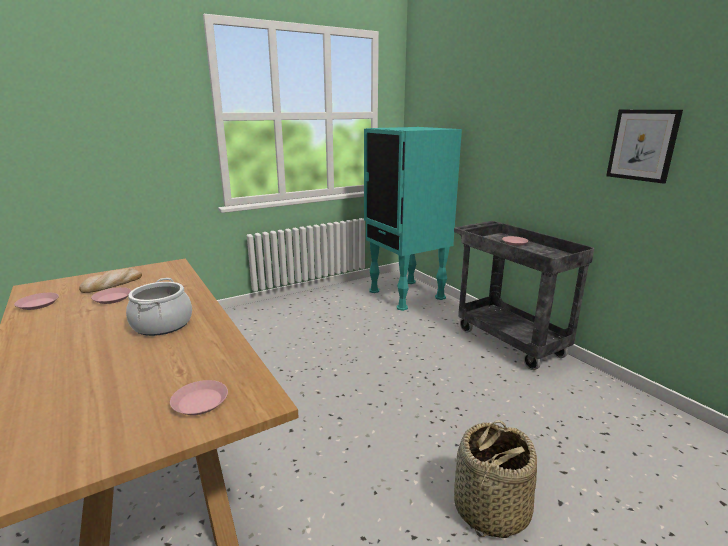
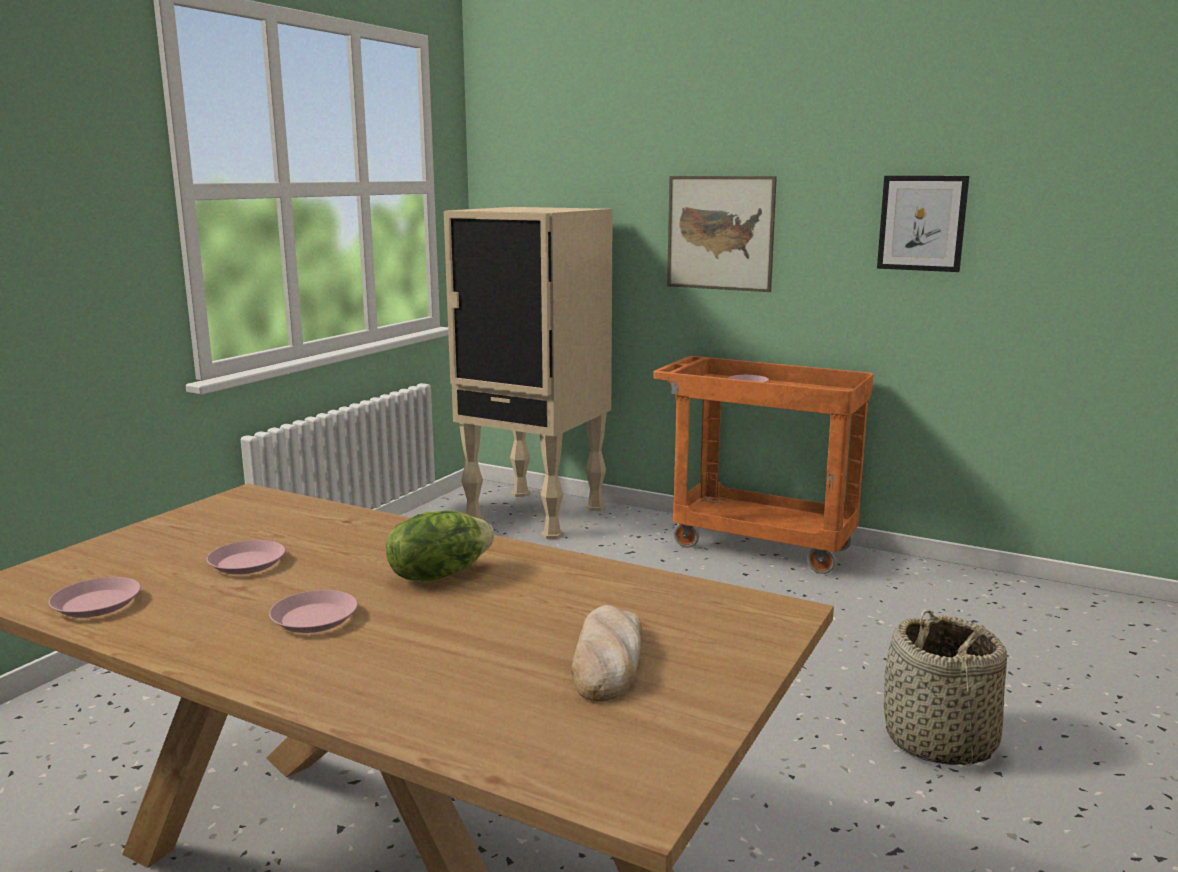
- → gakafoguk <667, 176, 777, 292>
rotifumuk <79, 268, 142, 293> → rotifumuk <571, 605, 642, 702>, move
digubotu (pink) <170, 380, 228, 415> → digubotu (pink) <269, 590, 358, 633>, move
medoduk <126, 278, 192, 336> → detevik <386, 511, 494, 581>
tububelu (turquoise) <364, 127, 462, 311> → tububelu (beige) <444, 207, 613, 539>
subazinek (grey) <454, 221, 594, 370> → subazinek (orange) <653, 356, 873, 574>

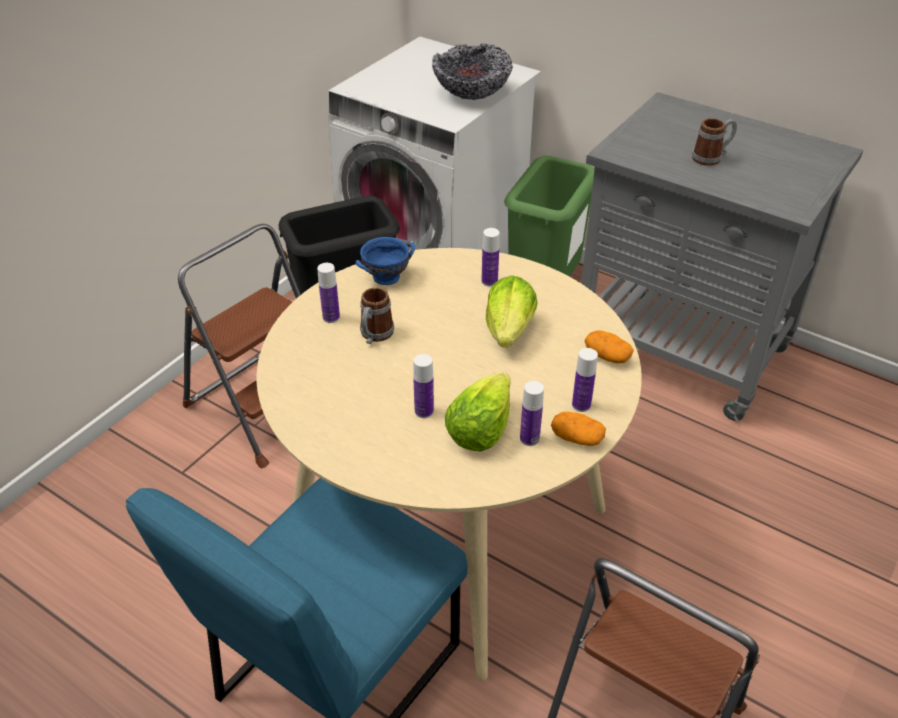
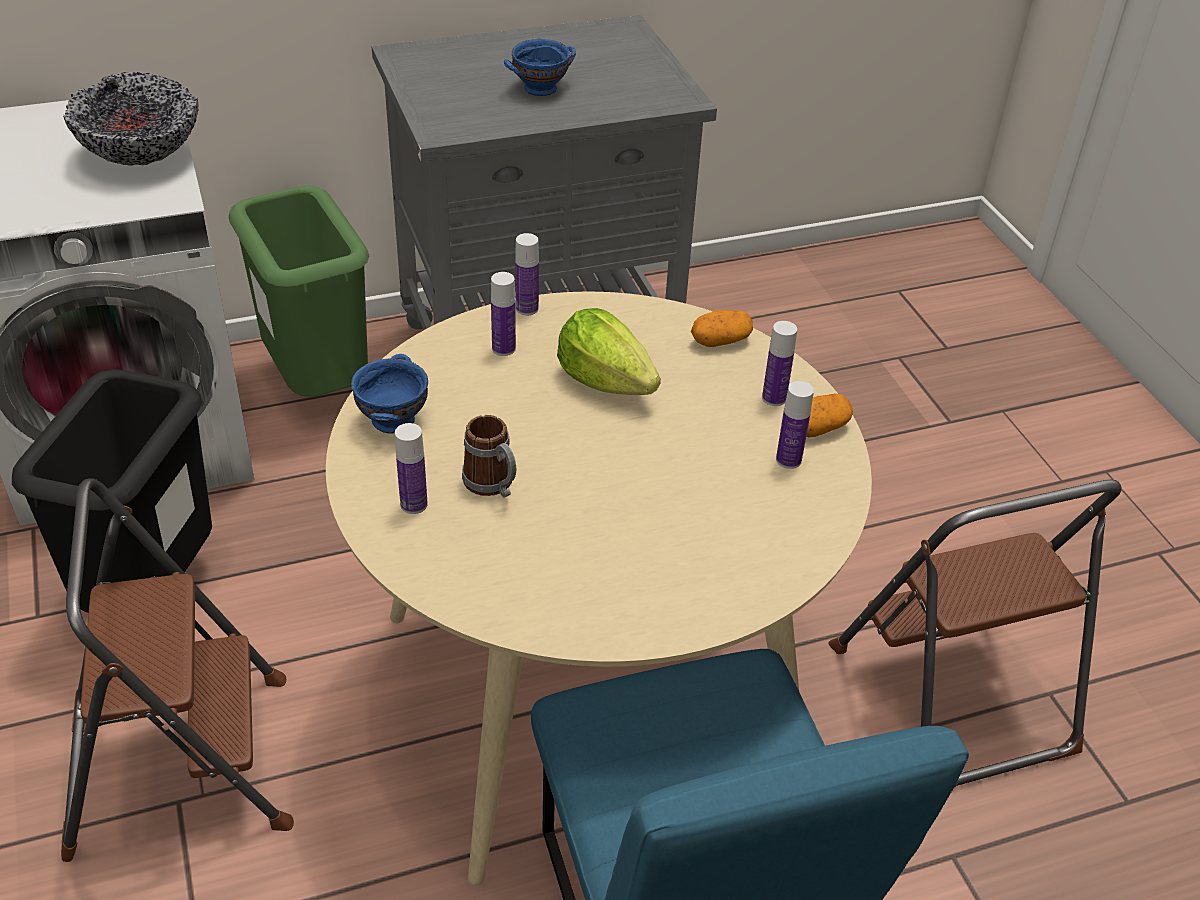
detevik <445, 372, 511, 451> → -
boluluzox <413, 354, 434, 418> → boluluzox <515, 233, 539, 316>, move
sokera <692, 118, 737, 166> → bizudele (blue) <504, 39, 576, 96>

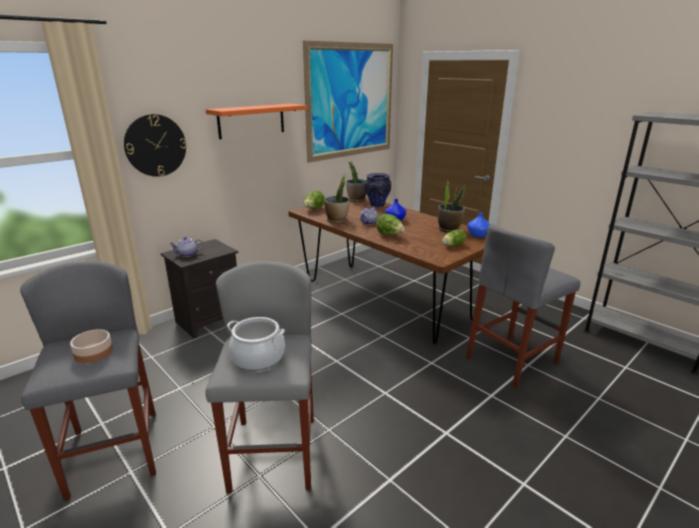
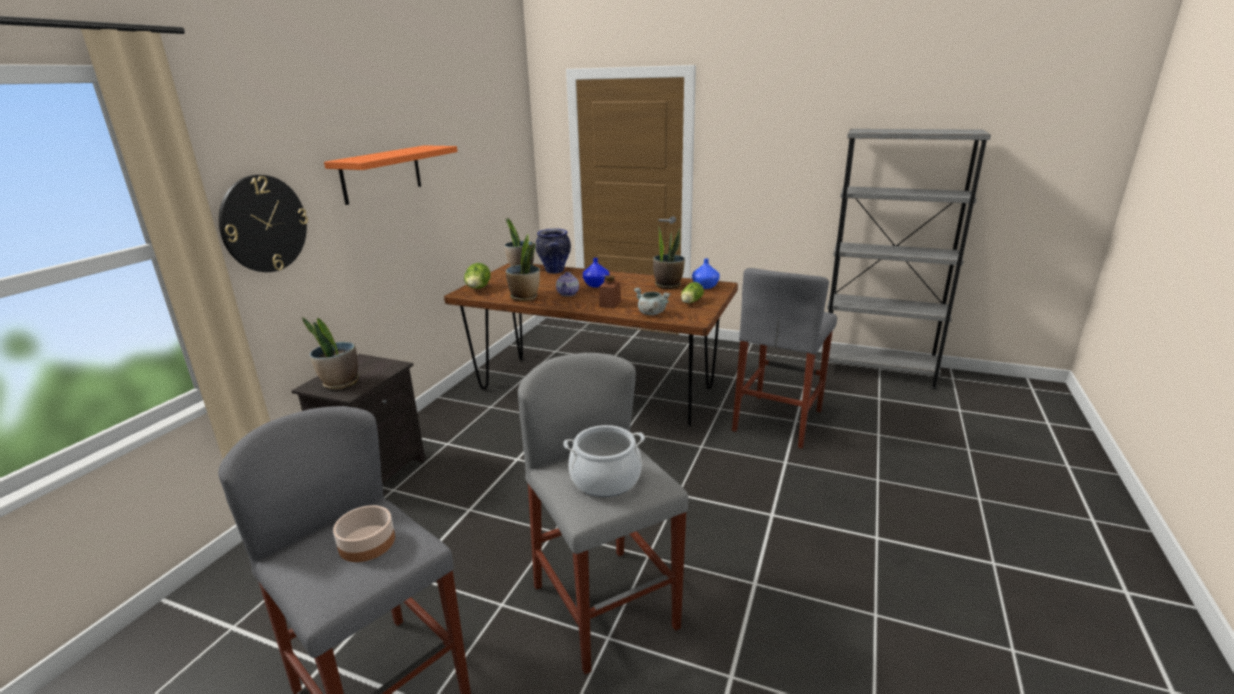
gakafoguk <303, 40, 393, 163> → -
- → medoduk (grey) <634, 288, 670, 315>
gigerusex <169, 237, 203, 257> → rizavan <302, 317, 359, 389>
detevik <376, 214, 405, 236> → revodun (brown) <599, 275, 621, 309>

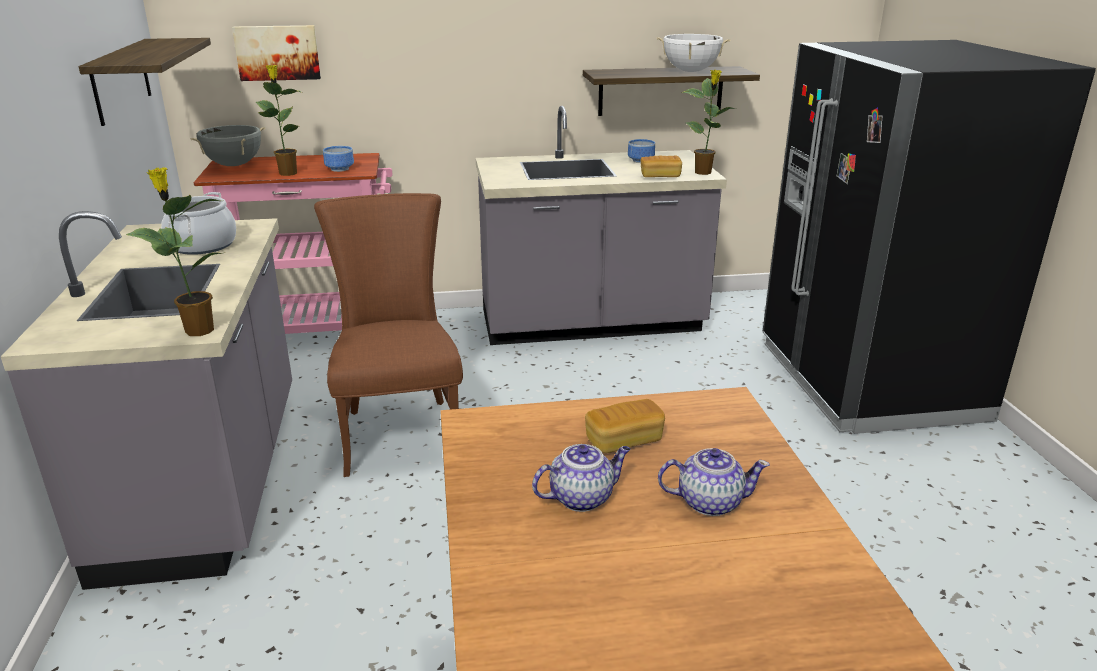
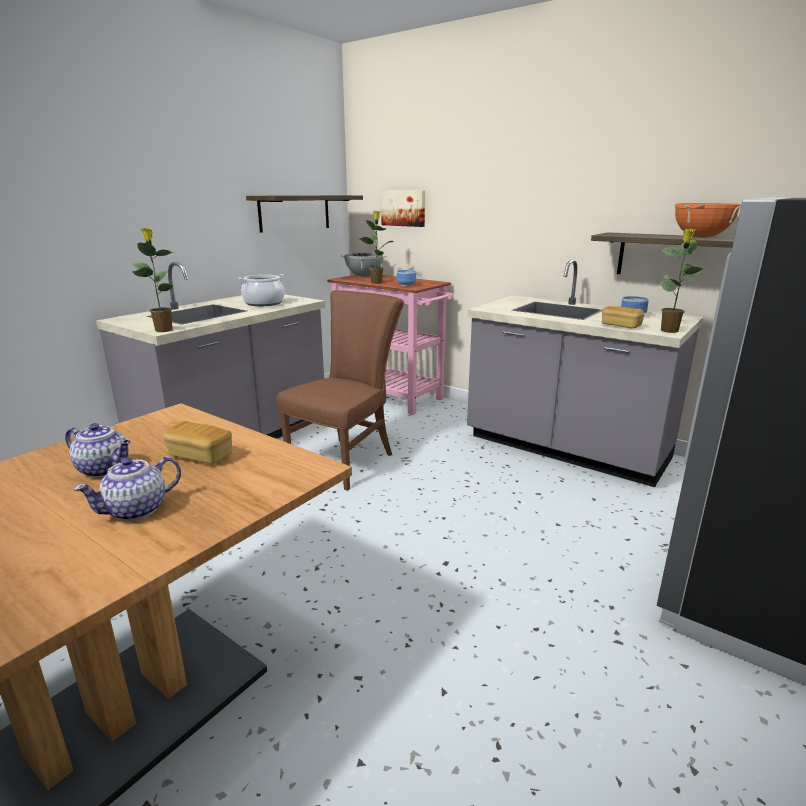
medoduk (white) <657, 34, 730, 72> → medoduk (orange) <674, 203, 741, 238>
gigerusex <658, 448, 770, 516> → gigerusex <73, 457, 181, 521>, 90 degrees clockwise

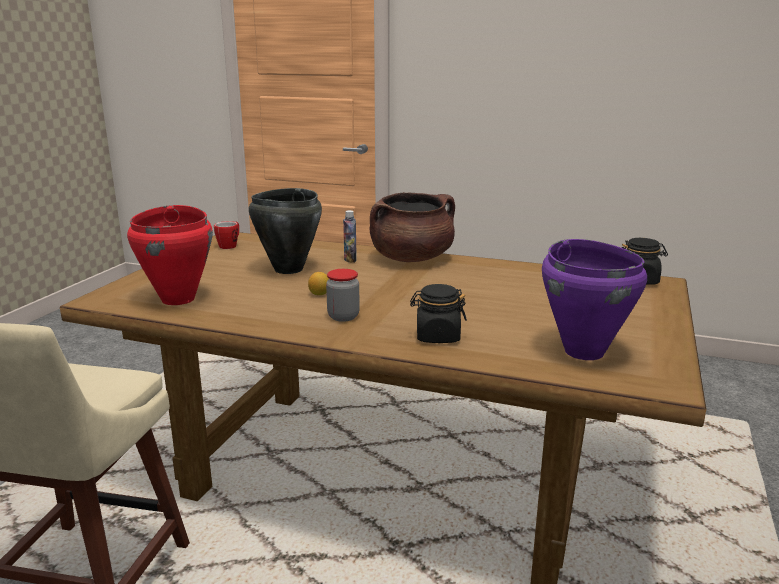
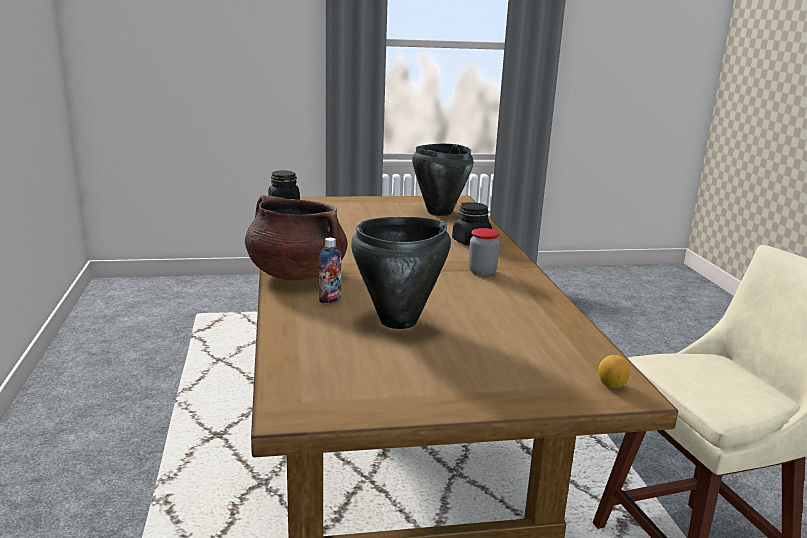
medoduk (red) <127, 205, 213, 305> → -
sokera <214, 221, 239, 249> → -
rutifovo <308, 272, 329, 295> → rutifovo <598, 355, 630, 388>, move
medoduk (purple) <542, 239, 647, 360> → medoduk (black) <412, 144, 473, 216>

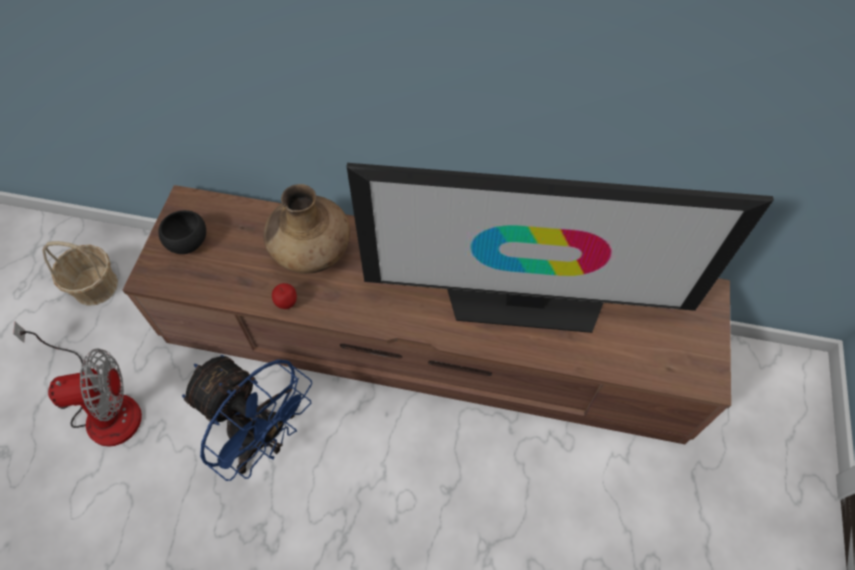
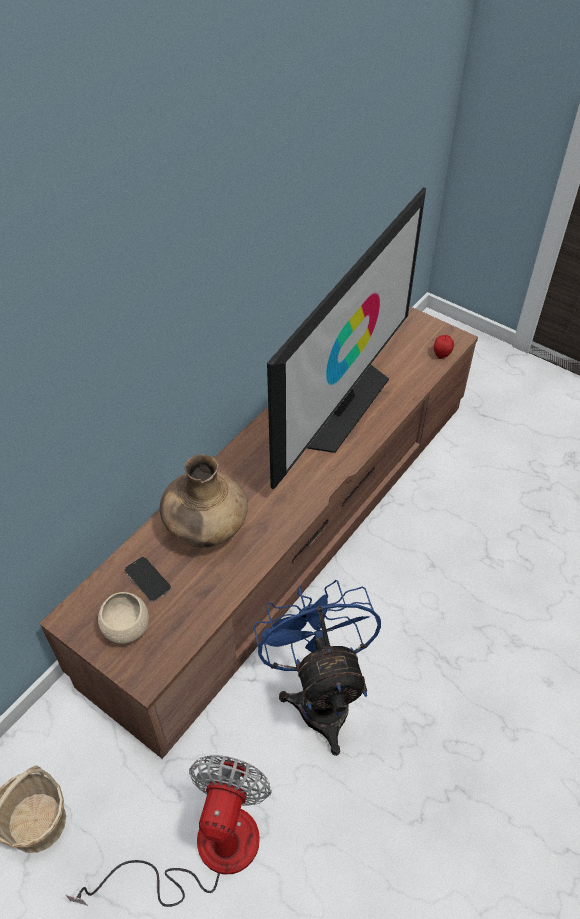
- → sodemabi <125, 557, 171, 602>
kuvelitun <272, 283, 297, 309> → kuvelitun <434, 335, 454, 359>, move
bizudele (black) <158, 210, 206, 254> → bizudele (beige) <98, 592, 149, 644>
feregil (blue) <182, 355, 312, 481> → feregil (blue) <253, 580, 381, 756>, 75 degrees counterclockwise

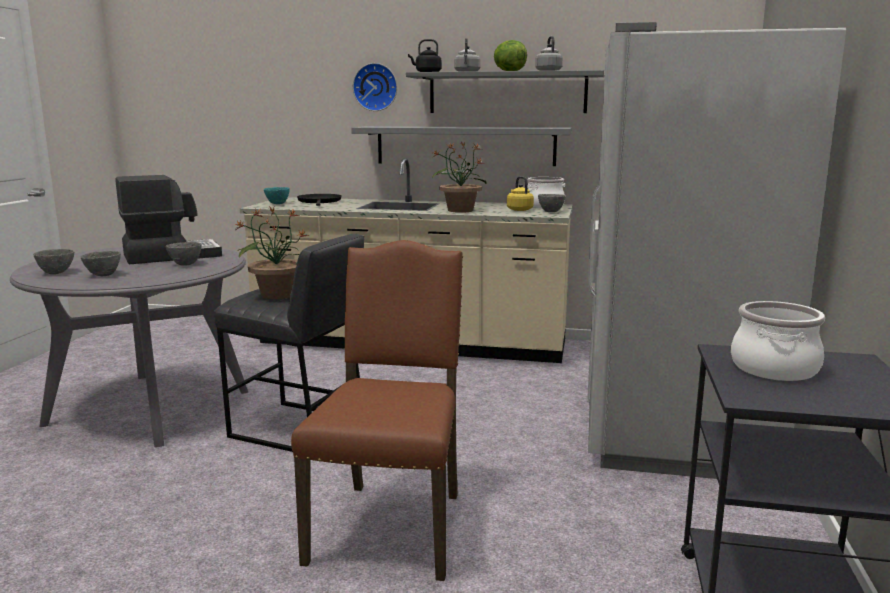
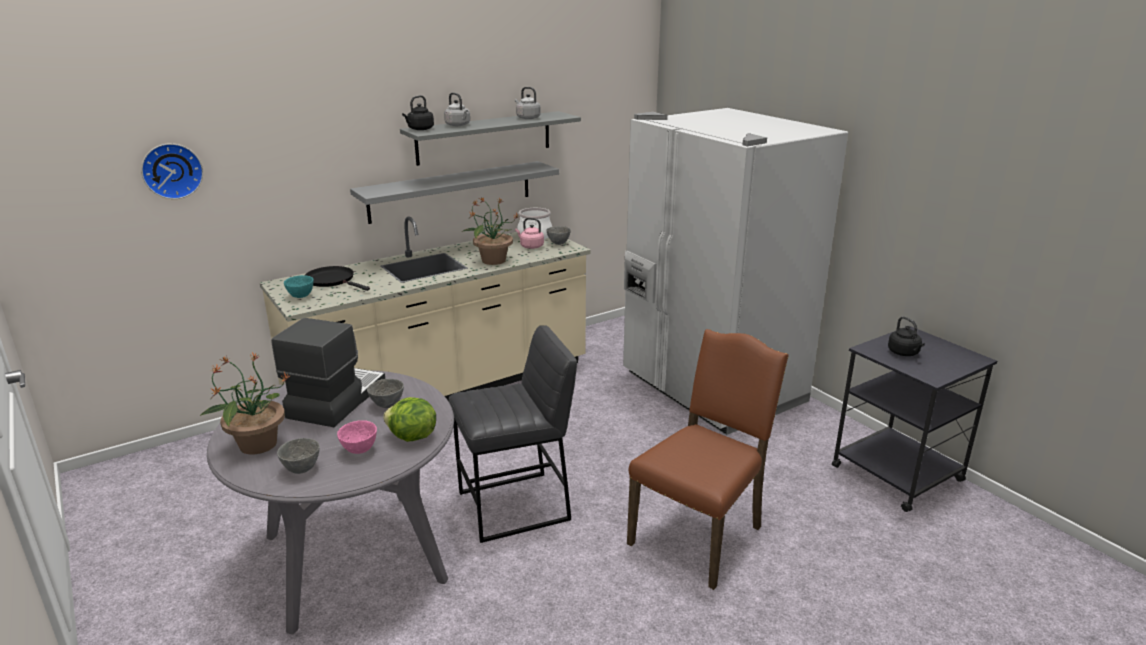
rizavan <236, 206, 309, 299> → rizavan <200, 352, 290, 455>, move
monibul <353, 63, 397, 111> → monibul <141, 143, 203, 199>, move
detevik <494, 40, 527, 71> → detevik <383, 397, 436, 442>, move
medoduk <731, 301, 825, 381> → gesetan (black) <888, 316, 925, 356>
bizudele (grey) <80, 251, 121, 276> → bizudele (pink) <337, 420, 377, 454>
gesetan (yellow) <507, 176, 534, 211> → gesetan (pink) <515, 218, 544, 249>
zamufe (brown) <291, 240, 463, 581> → zamufe (brown) <627, 329, 789, 590>, 75 degrees clockwise

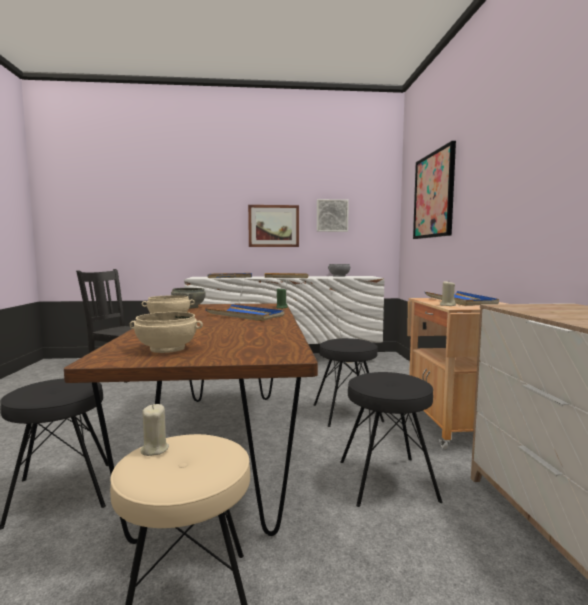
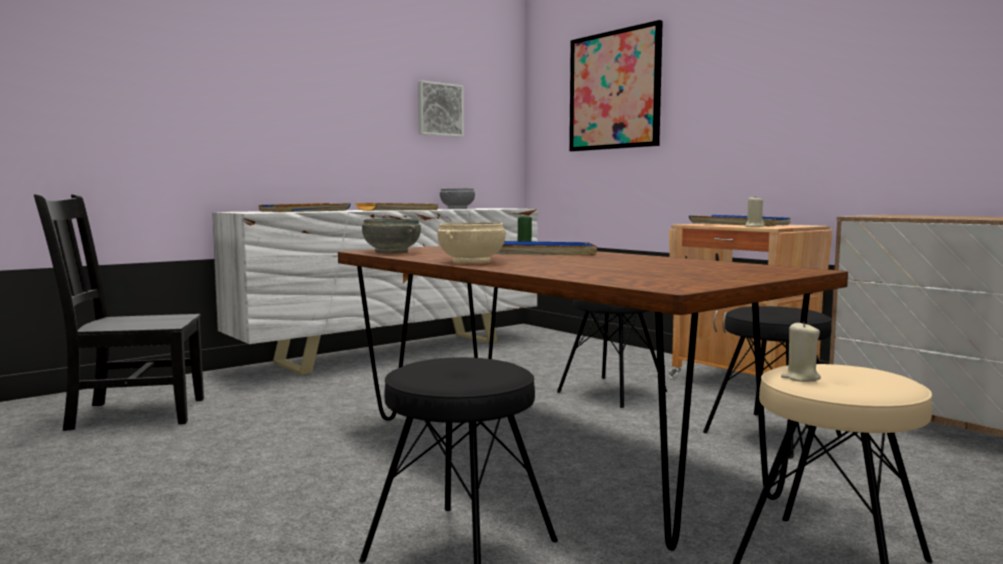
bizudele (beige) <130, 312, 203, 353> → -
gakafoguk <248, 205, 299, 247> → -

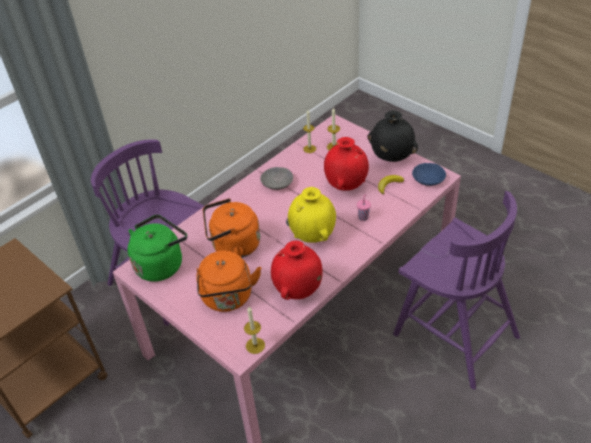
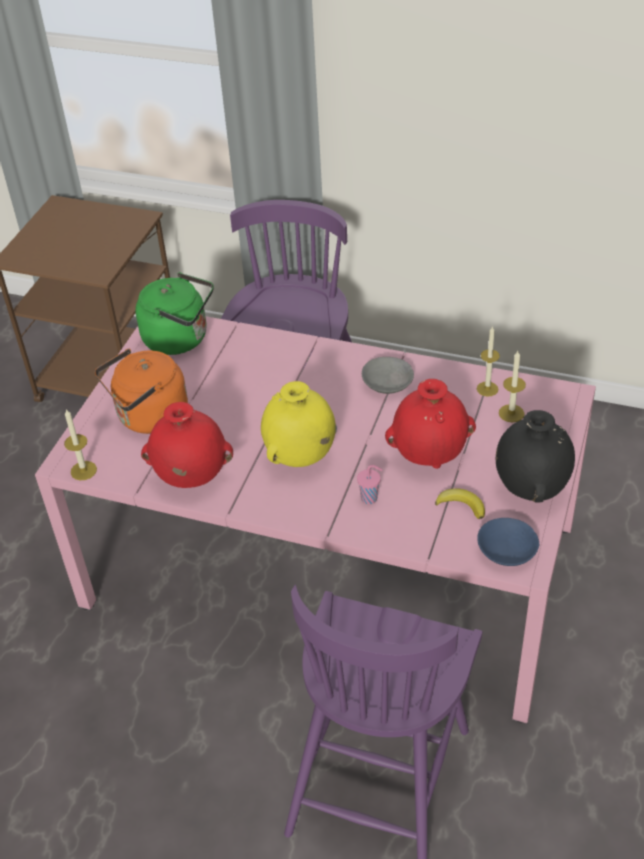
gesetan (orange) <203, 198, 260, 258> → -

